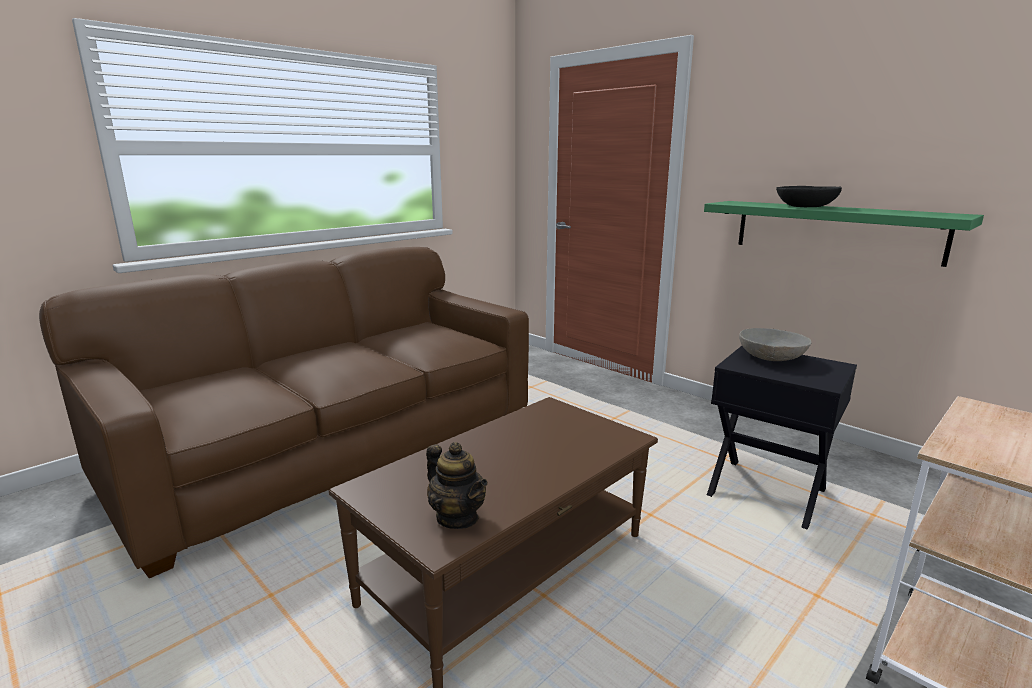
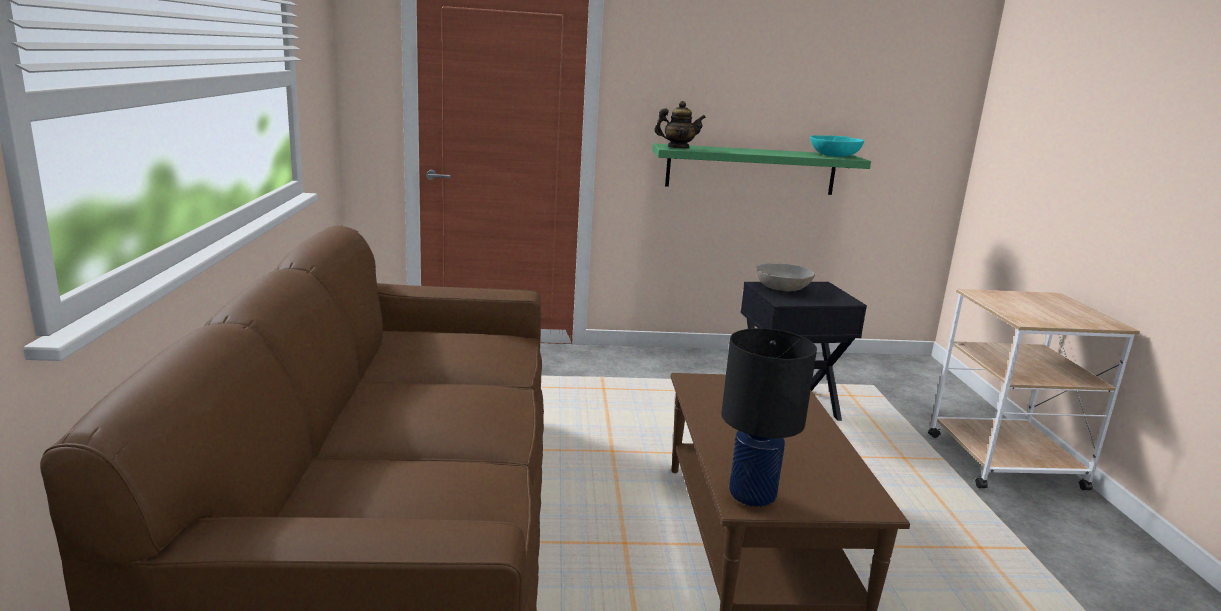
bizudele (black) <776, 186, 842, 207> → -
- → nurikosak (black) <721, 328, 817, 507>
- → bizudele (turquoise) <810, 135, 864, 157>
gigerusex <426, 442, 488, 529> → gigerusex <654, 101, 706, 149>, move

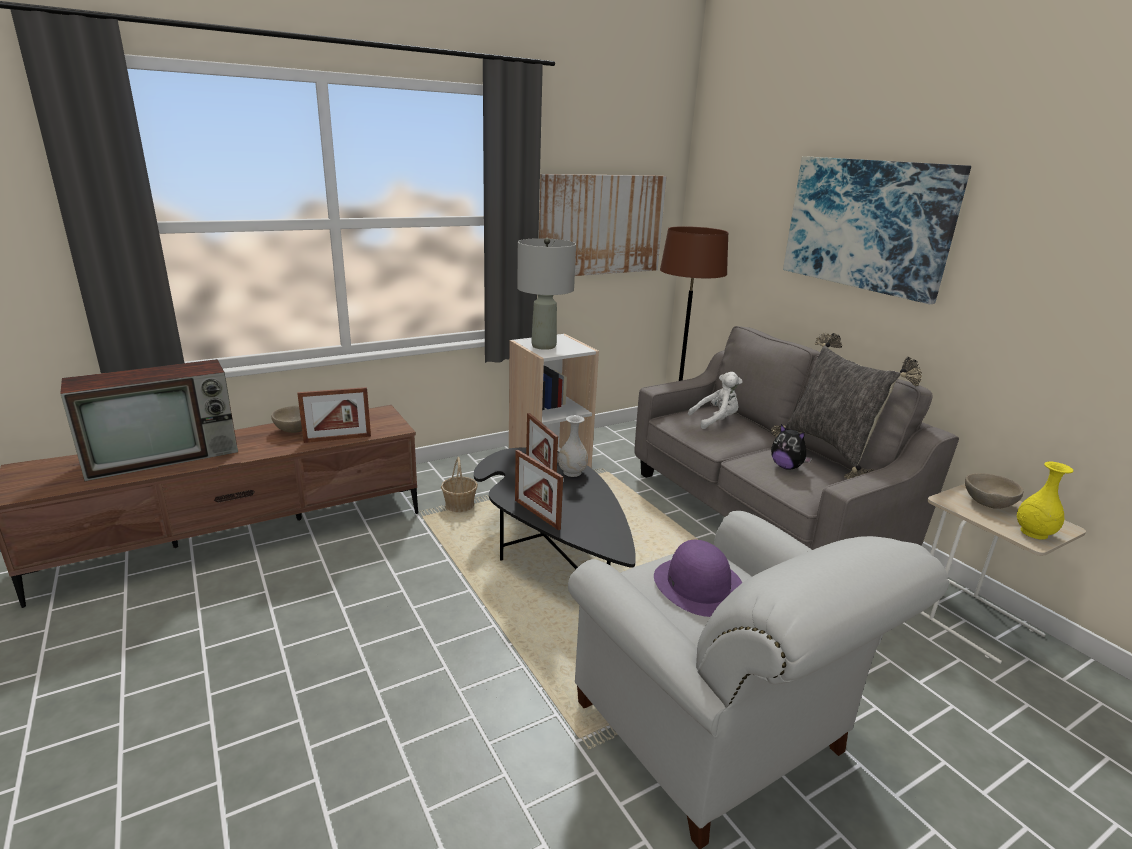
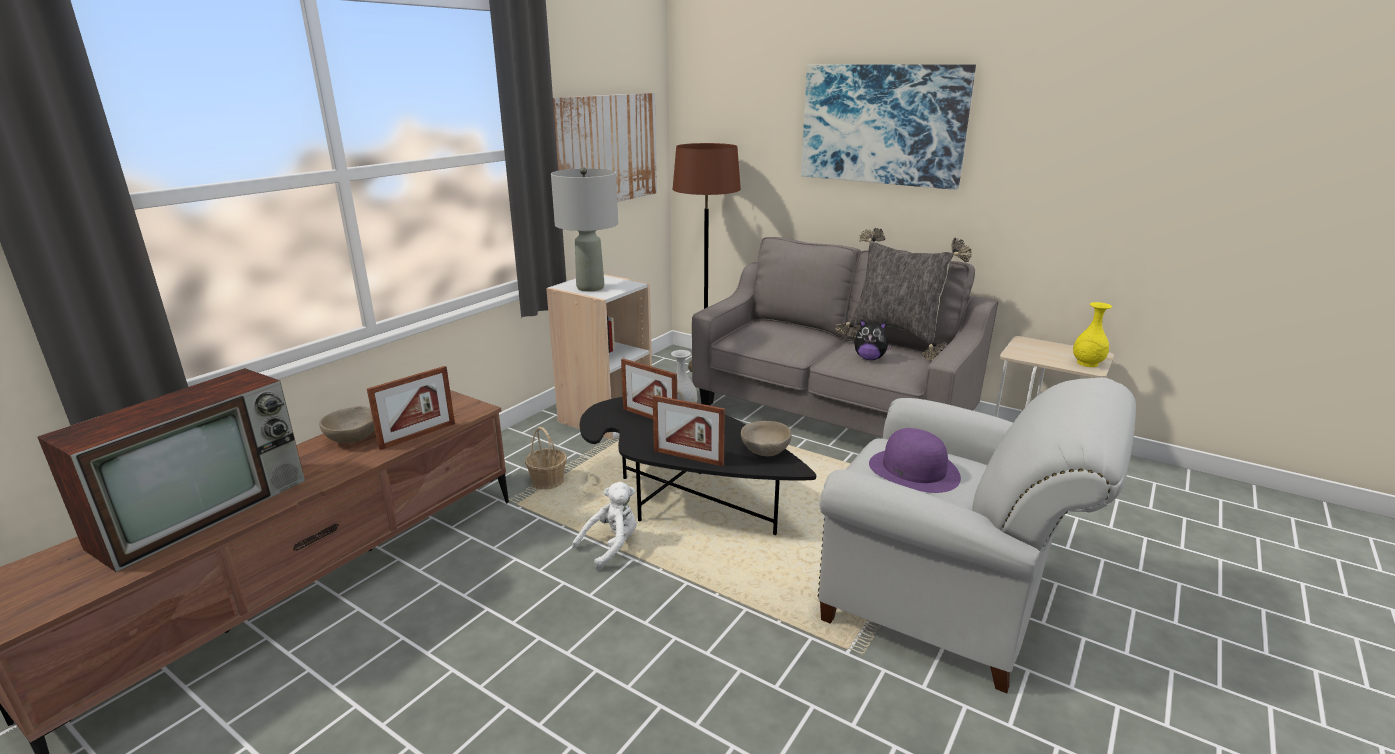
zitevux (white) <688, 372, 742, 429> → zitevux (white) <572, 482, 637, 570>, move
bizudele (beige) <965, 473, 1023, 509> → bizudele (beige) <741, 421, 792, 456>, move

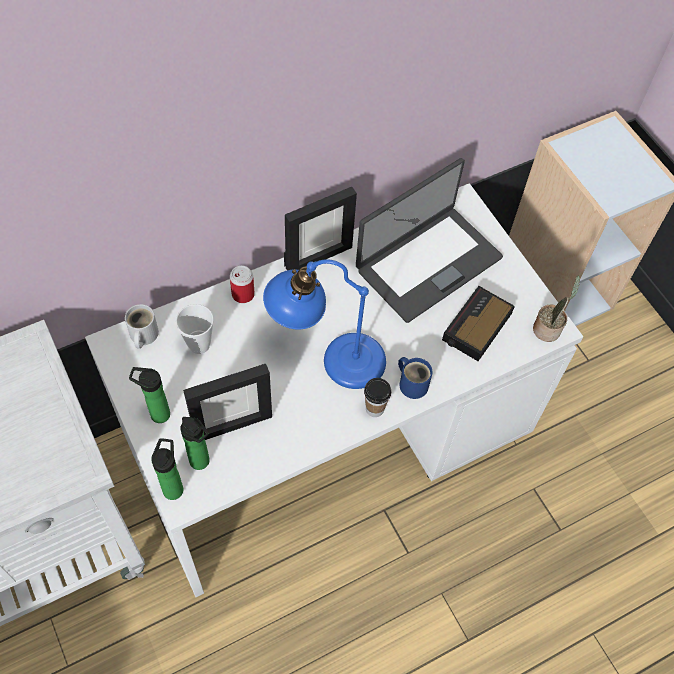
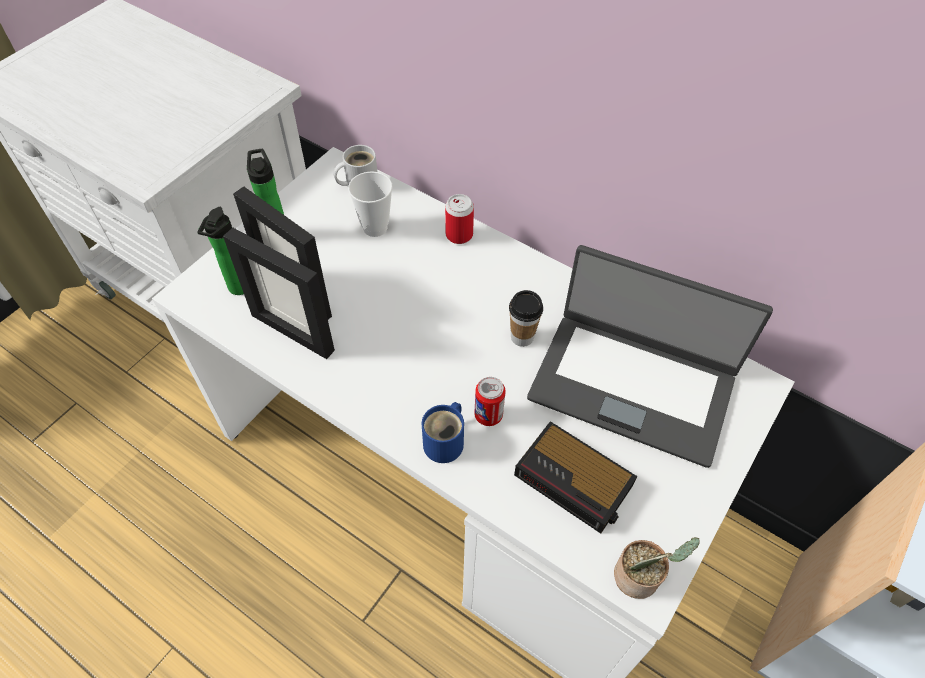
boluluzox <151, 438, 183, 500> → -
nurikosak (blue) <263, 259, 386, 389> → -
- → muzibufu <474, 377, 506, 426>
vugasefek <284, 187, 357, 270> → vugasefek <223, 228, 335, 359>, move
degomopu <364, 378, 391, 417> → degomopu <509, 290, 543, 347>, move
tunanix <442, 286, 515, 361> → tunanix <514, 421, 637, 534>, 150 degrees counterclockwise

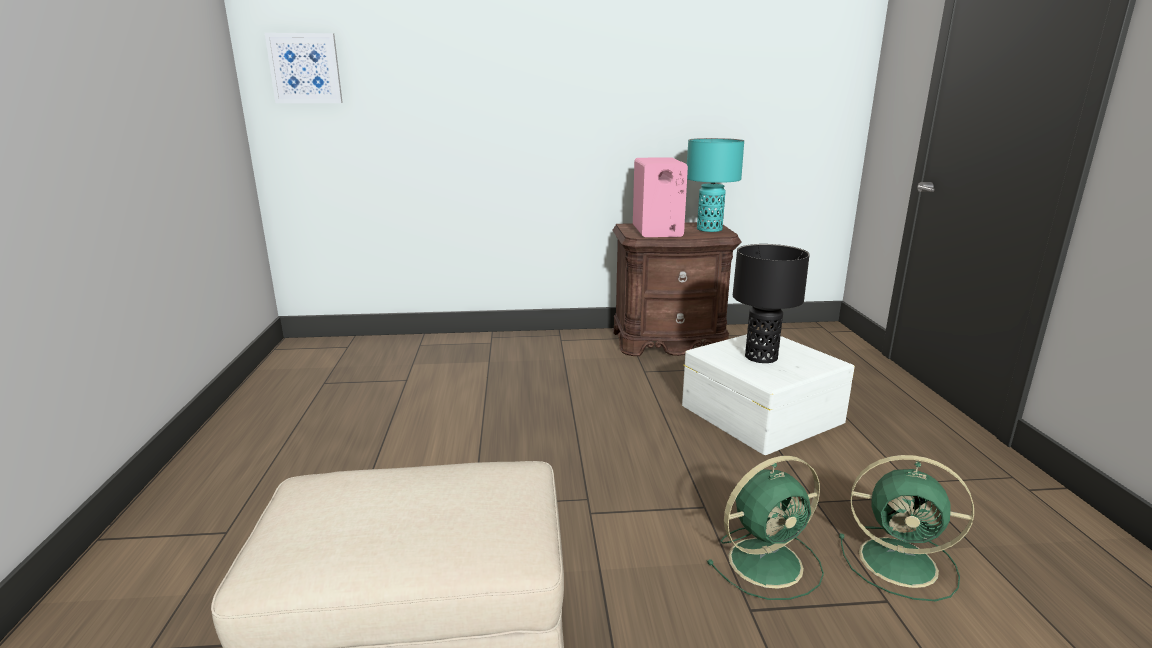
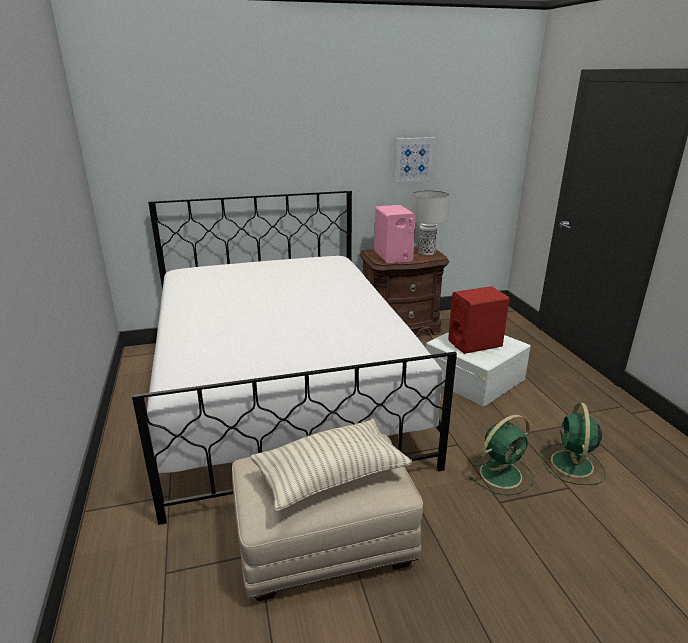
- → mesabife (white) <132, 191, 457, 525>
- → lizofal <251, 419, 412, 512>
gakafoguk <265, 33, 343, 103> → gakafoguk <393, 137, 436, 183>, move
nurikosak (black) <733, 244, 810, 363> → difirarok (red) <448, 286, 509, 354>
nurikosak (turquoise) <687, 138, 744, 232> → nurikosak (white) <411, 190, 450, 255>
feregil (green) <839, 455, 974, 601> → feregil (green) <542, 403, 606, 485>, 90 degrees clockwise

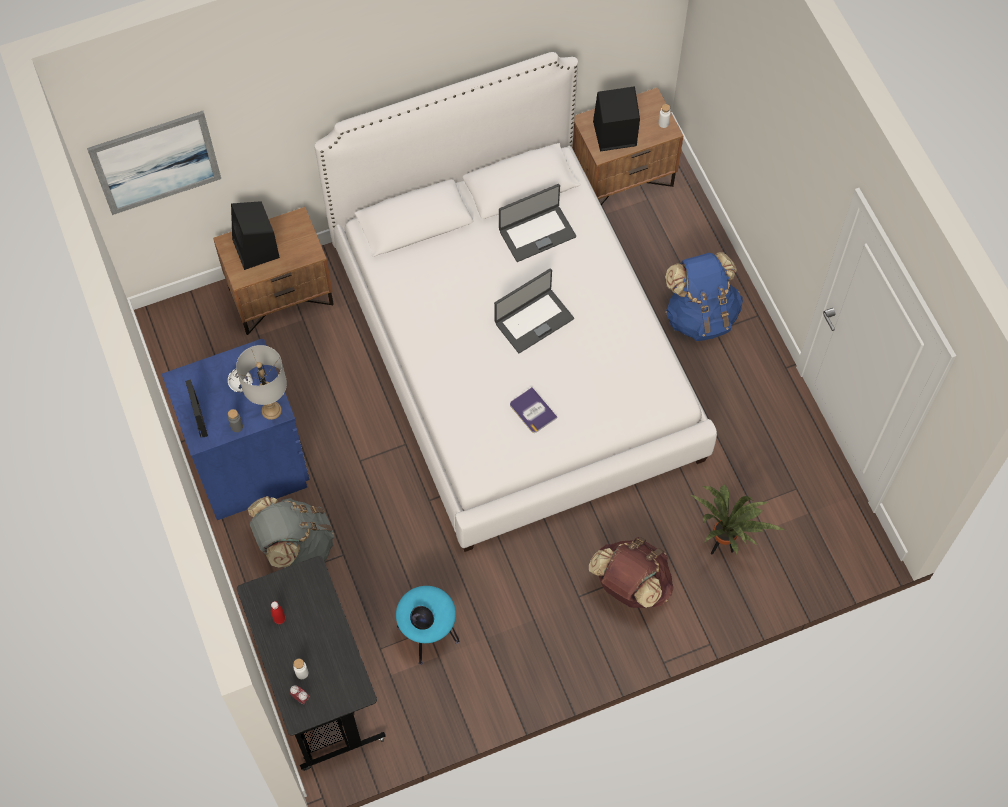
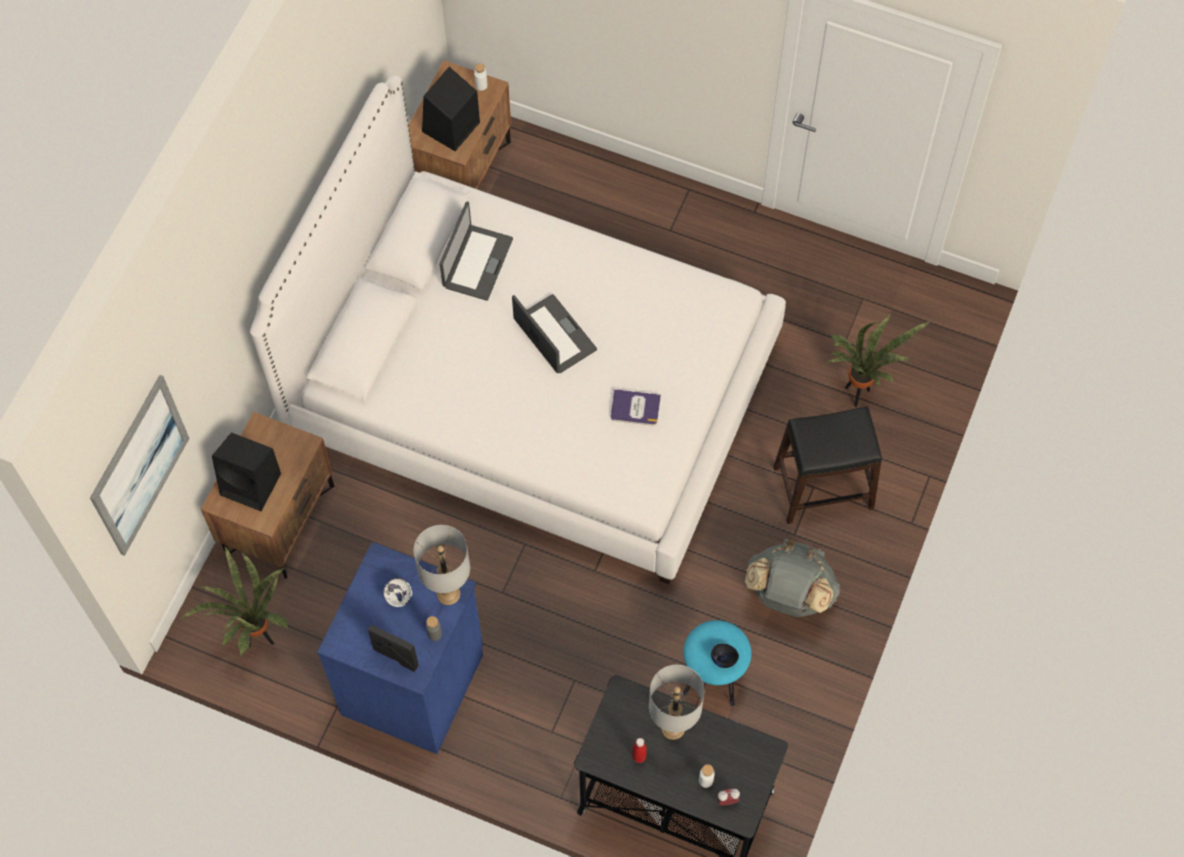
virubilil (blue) <665, 252, 743, 341> → -
- → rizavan <181, 546, 289, 655>
- → nurikosak (grey) <649, 665, 704, 740>
virubilil (grey) <248, 496, 334, 568> → virubilil (grey) <745, 538, 840, 617>, move
virubilil (brown) <589, 537, 674, 608> → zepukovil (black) <773, 406, 882, 524>
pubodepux <494, 268, 574, 353> → pubodepux <512, 294, 597, 373>, 45 degrees counterclockwise

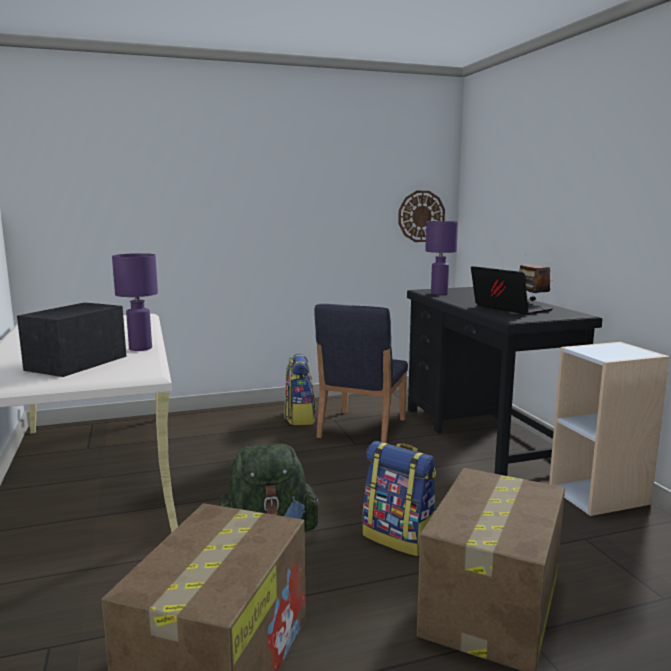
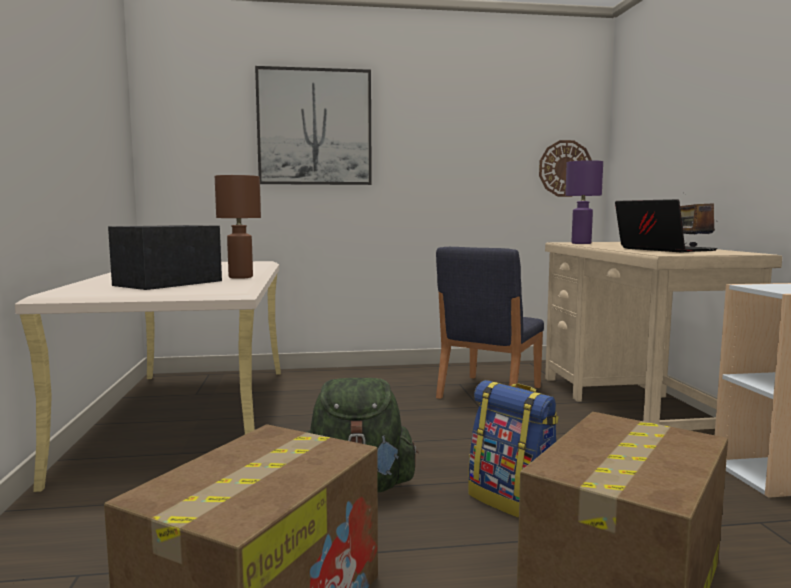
virubilil <284, 353, 316, 425> → -
- → gakafoguk <255, 66, 372, 185>
nurikosak (purple) <112, 253, 158, 351> → nurikosak (brown) <215, 175, 261, 279>
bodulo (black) <407, 287, 602, 476> → bodulo (beige) <545, 242, 782, 430>

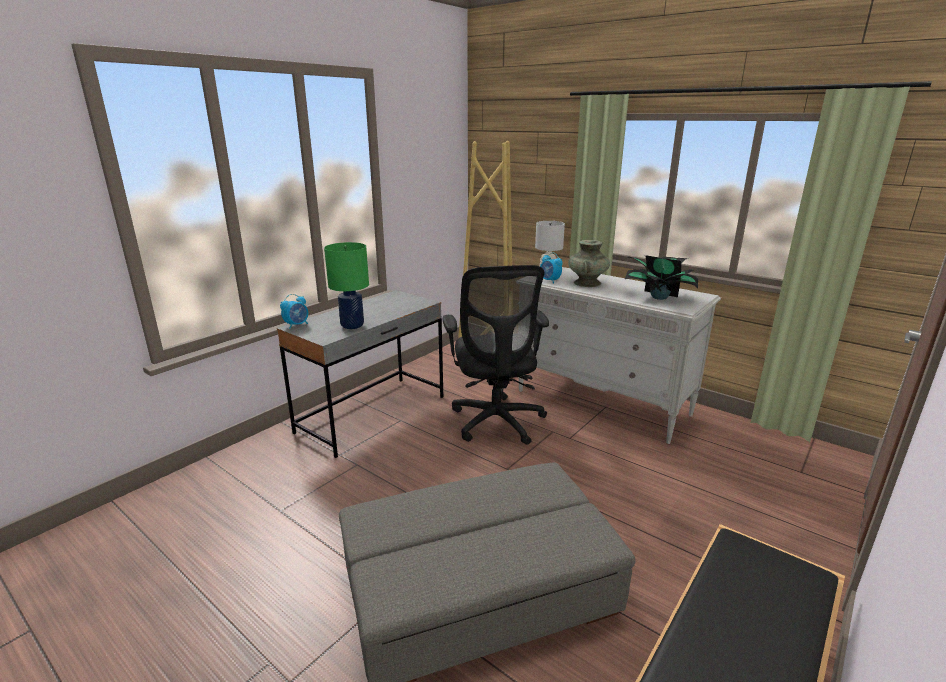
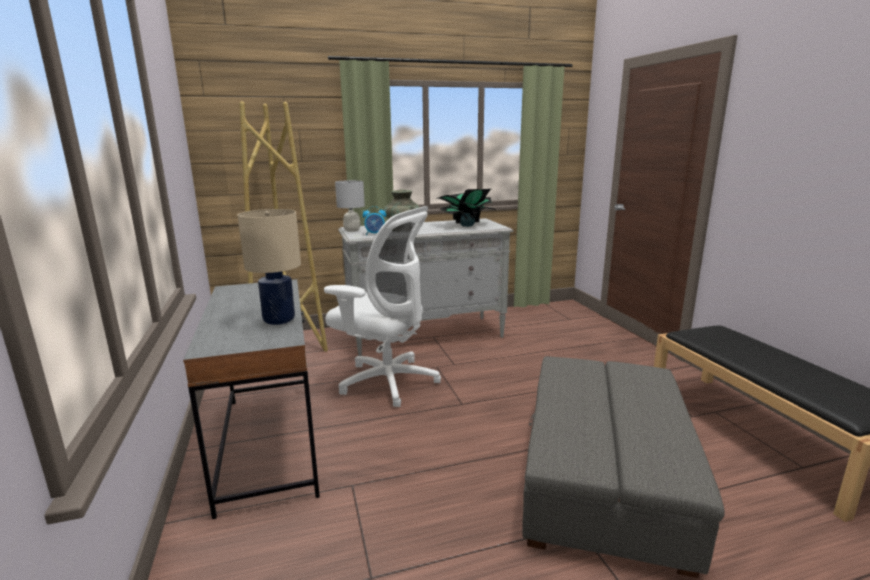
tunanix <280, 294, 308, 329> → -
nurikosak (green) <324, 242, 369, 329> → nurikosak (beige) <238, 209, 301, 325>
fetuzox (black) <443, 265, 549, 445> → fetuzox (white) <324, 206, 441, 407>

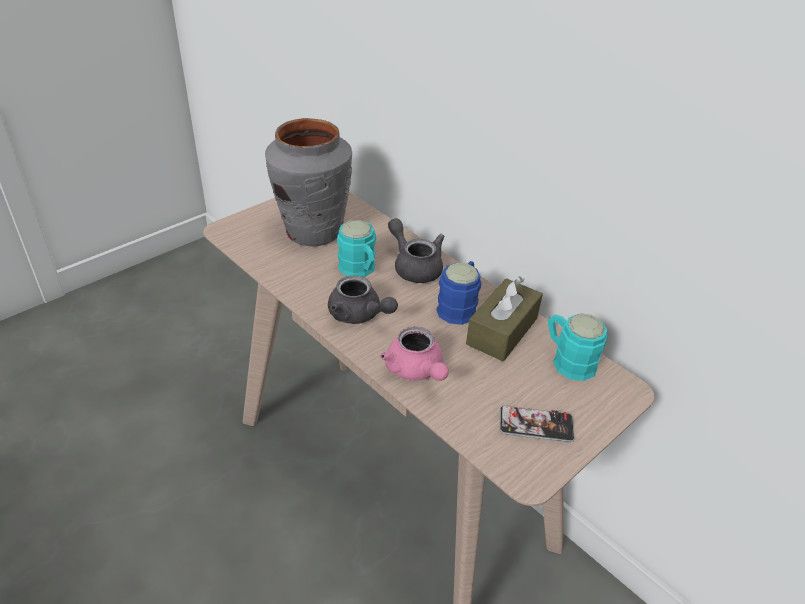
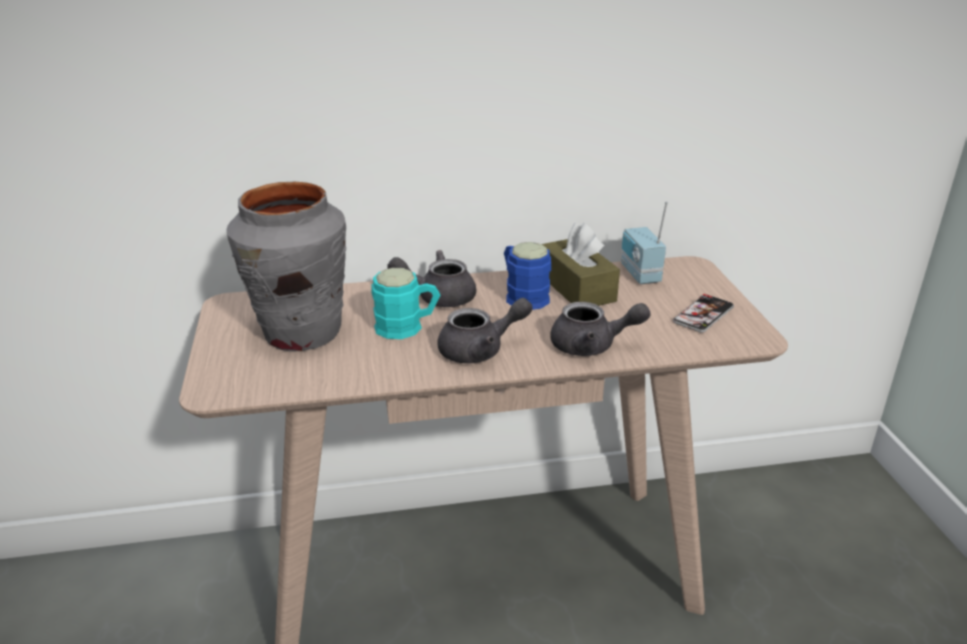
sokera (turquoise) <547, 314, 607, 381> → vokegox <621, 201, 668, 284>
gigerusex (pink) <380, 326, 449, 381> → gigerusex (grey) <550, 302, 651, 356>

